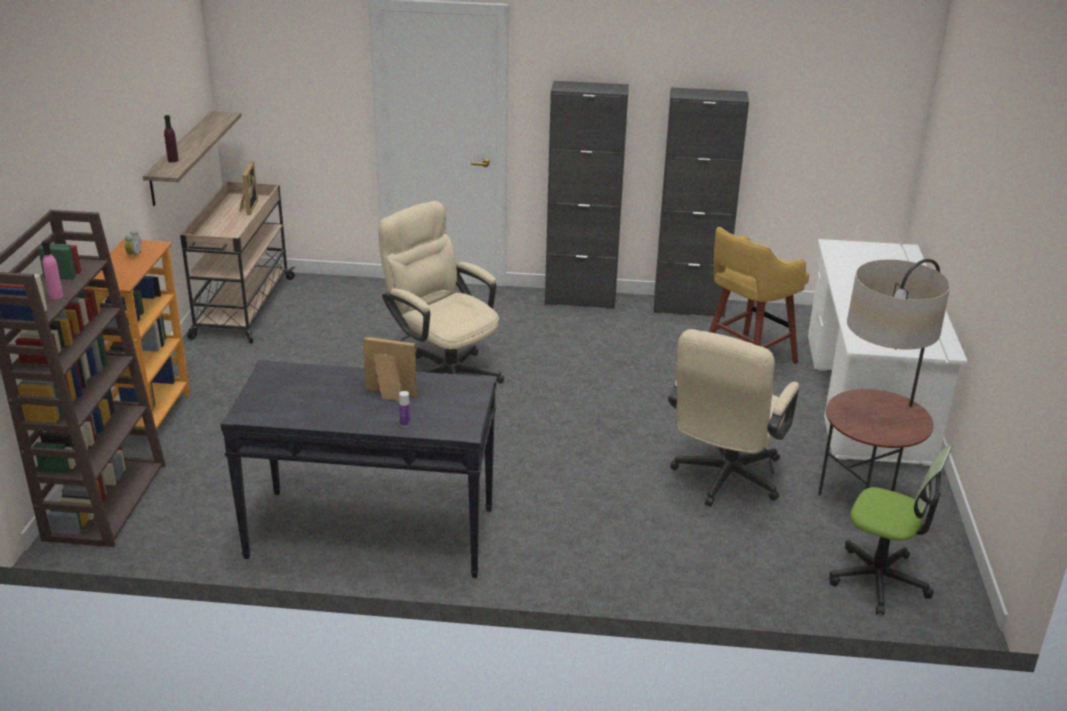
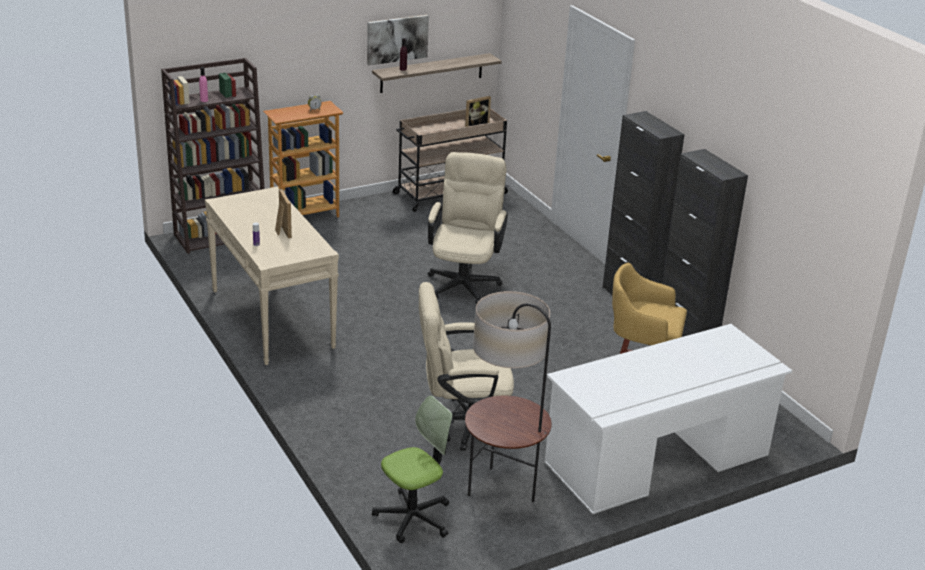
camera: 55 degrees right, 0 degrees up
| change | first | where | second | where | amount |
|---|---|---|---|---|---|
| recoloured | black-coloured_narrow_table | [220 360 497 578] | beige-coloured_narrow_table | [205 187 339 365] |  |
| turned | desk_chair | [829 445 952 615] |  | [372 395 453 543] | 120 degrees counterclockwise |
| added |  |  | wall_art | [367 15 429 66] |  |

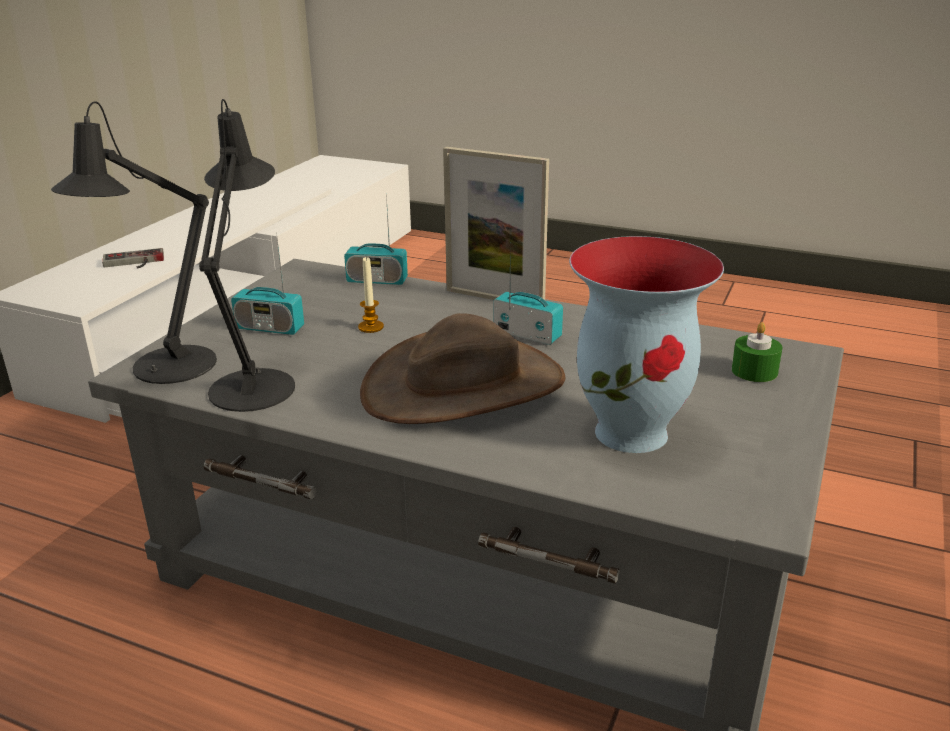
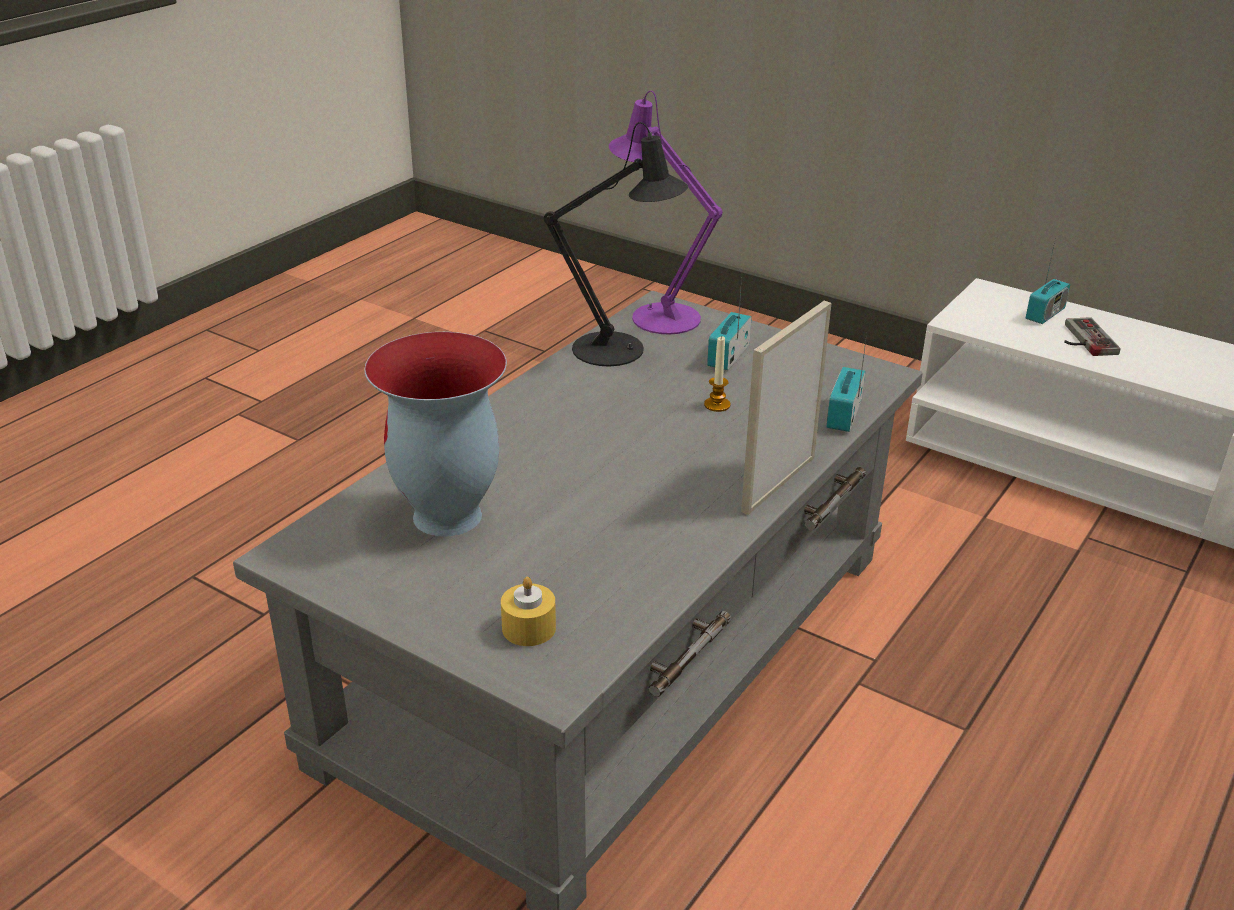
camera: 100 degrees right, 5 degrees up
| change | first | where | second | where | amount |
|---|---|---|---|---|---|
| recoloured | black-coloured_tabletop_lamp | [51 101 217 384] | purplish_tabletop_lamp | [609 91 722 335] |  |
| moved | radio_set | [493 242 563 345] |  | [1026 236 1070 324] |  |
| removed | brownish_clothing_hat | [360 313 566 424] |  |  |  |
| recoloured | green-coloured_wax_light | [732 322 783 382] | yellow-coloured_wax_light | [501 577 556 646] |  |

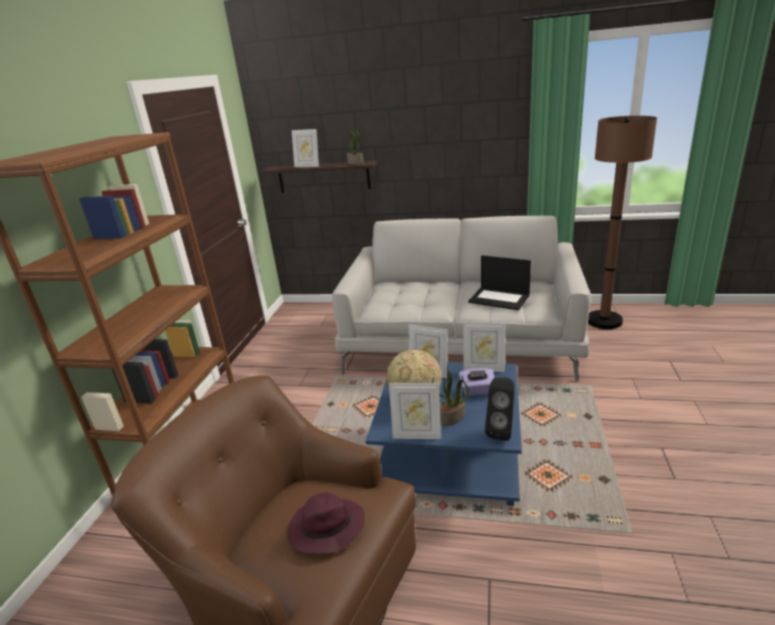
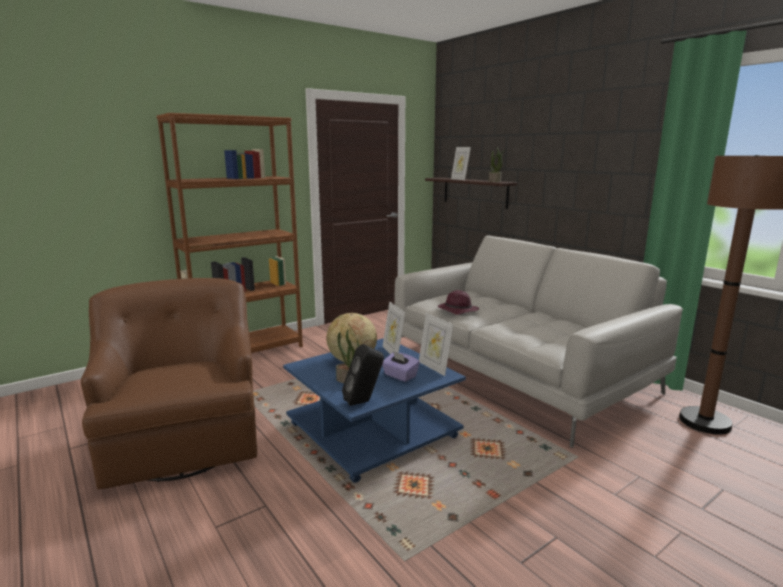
camera: 40 degrees right, 10 degrees down
| change | first | where | second | where | amount |
|---|---|---|---|---|---|
| removed | notebook_computer | [468 255 531 310] |  |  |  |
| removed | standing_frame | [389 383 441 439] |  |  |  |
| moved | purplish_clothing_hat | [287 492 365 554] |  | [437 290 479 315] |  |

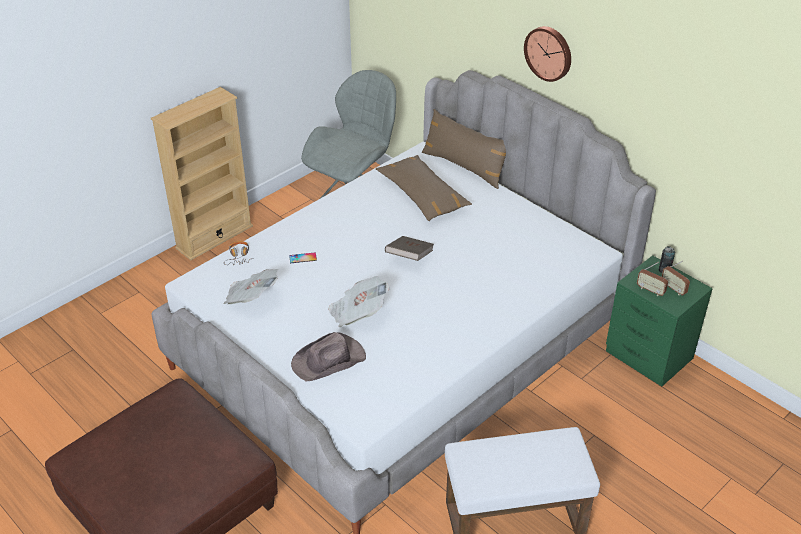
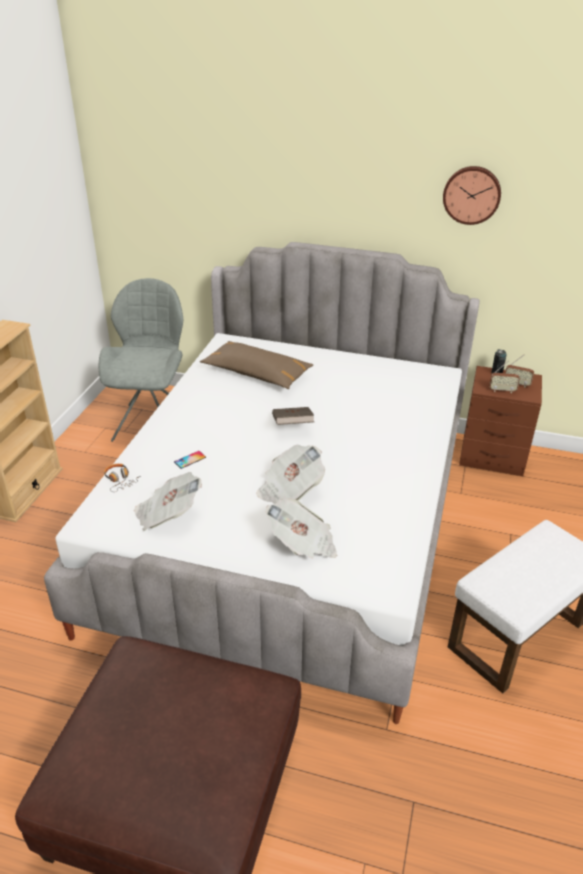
camera: 30 degrees left, 5 degrees down
| change | first | where | second | where | amount |
|---|---|---|---|---|---|
| moved | hanging_clock | [524 26 571 82] |  | [443 166 501 225] |  |
| removed | brownish_pillow | [422 109 506 189] |  |  |  |
| recoloured | green-coloured_nightstand | [606 255 713 387] | brownish_nightstand | [459 366 542 476] |  |
| replaced | brownish_clothing_hat | [291 332 366 381] | newspaper | [266 499 338 558] |  |

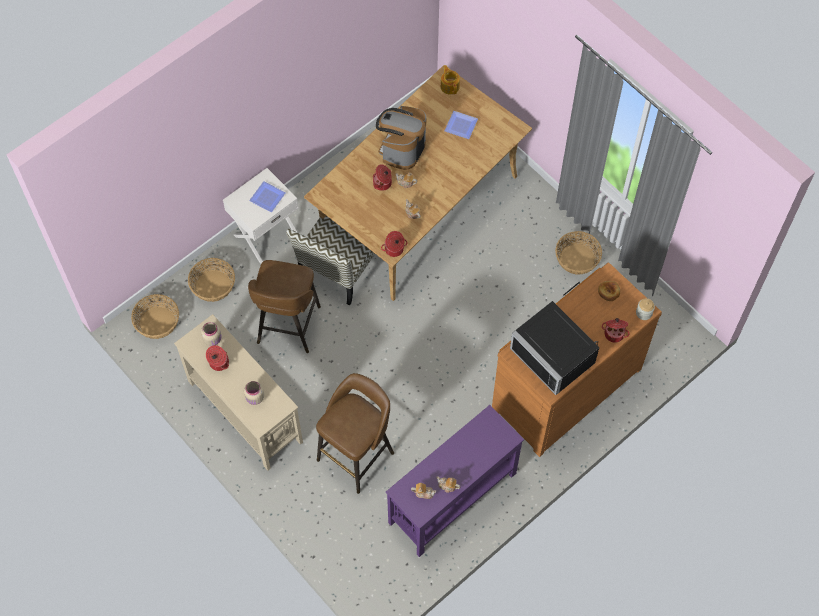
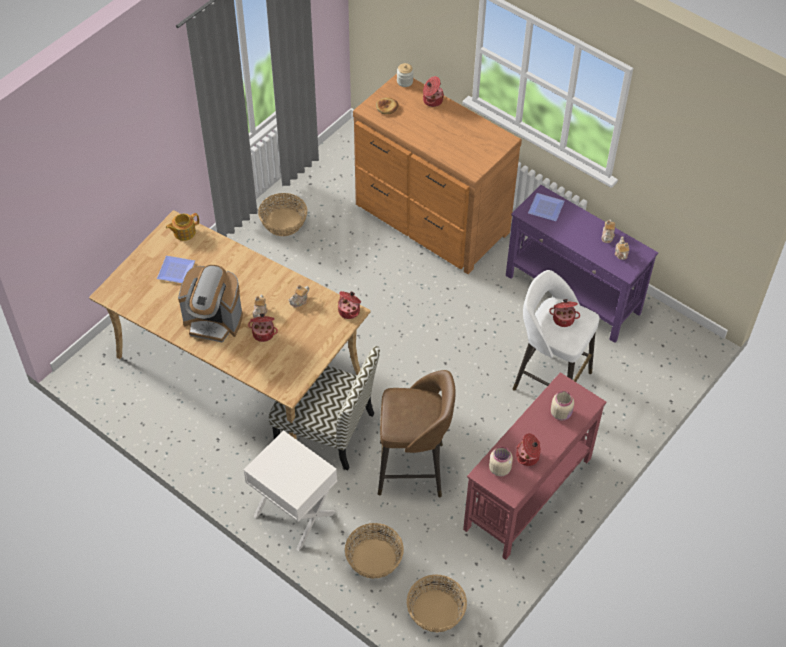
camera: 100 degrees left, 10 degrees down
| change | first | where | second | where | amount |
|---|---|---|---|---|---|
| moved | pot_for_tea | [441 65 460 94] |  | [166 213 199 241] |  |
| moved | dinner_plate | [249 181 286 212] |  | [528 193 564 221] |  |
| removed | black-coloured_kitchen_microwave | [510 301 599 395] |  |  |  |
| recoloured | beige-coloured_narrow_table | [174 314 303 470] | red-coloured_narrow_table | [463 372 606 560] |  |
| recoloured | brownish_sitting_stool | [316 373 394 494] | whitish_sitting_stool | [513 270 599 391] |  |
| added |  |  | saucepot | [549 299 580 327] |  |

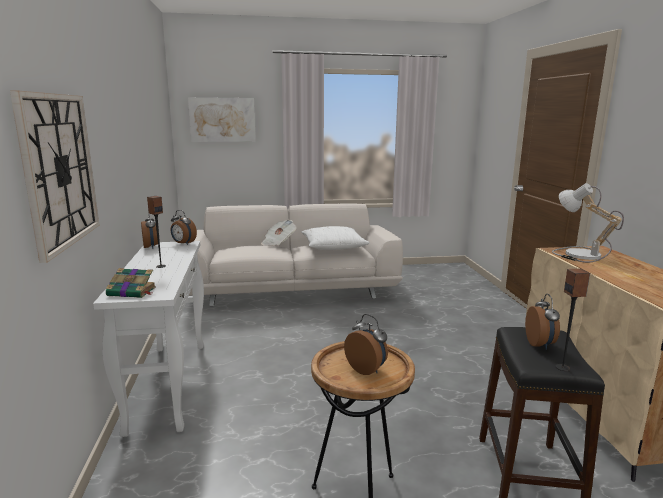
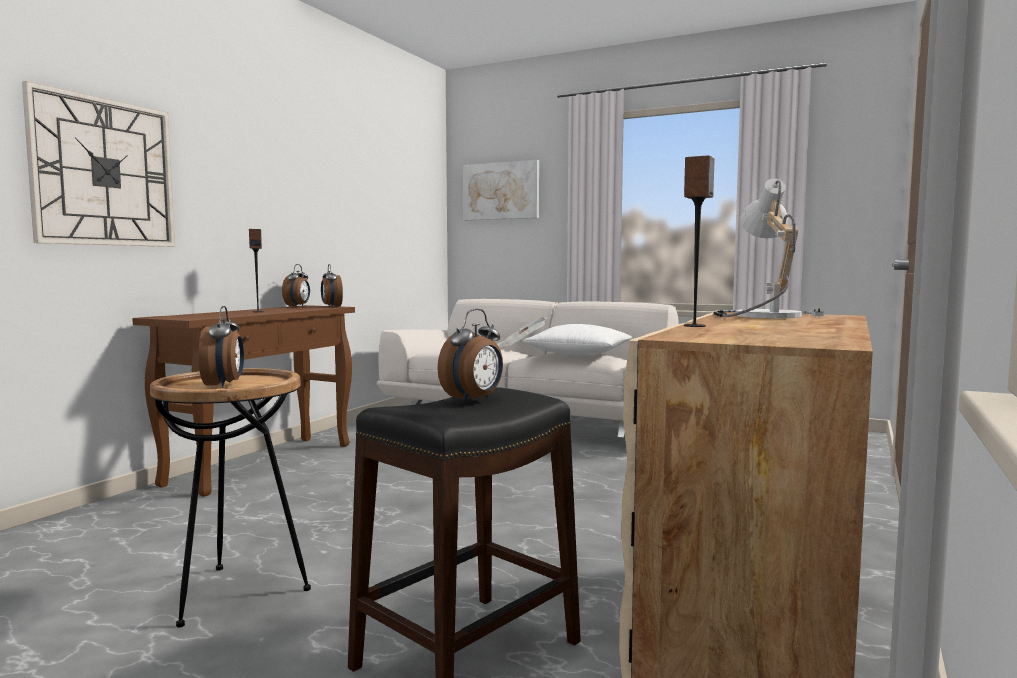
camera: 35 degrees right, 10 degrees down
| change | first | where | second | where | amount |
|---|---|---|---|---|---|
| recoloured | whitish_narrow_table | [93 241 204 437] | brownish_narrow_table | [132 305 355 497] |  |
| removed | book | [106 268 156 298] |  |  |  |
| moved | loudspeaker | [556 269 590 371] |  | [684 155 715 327] |  |

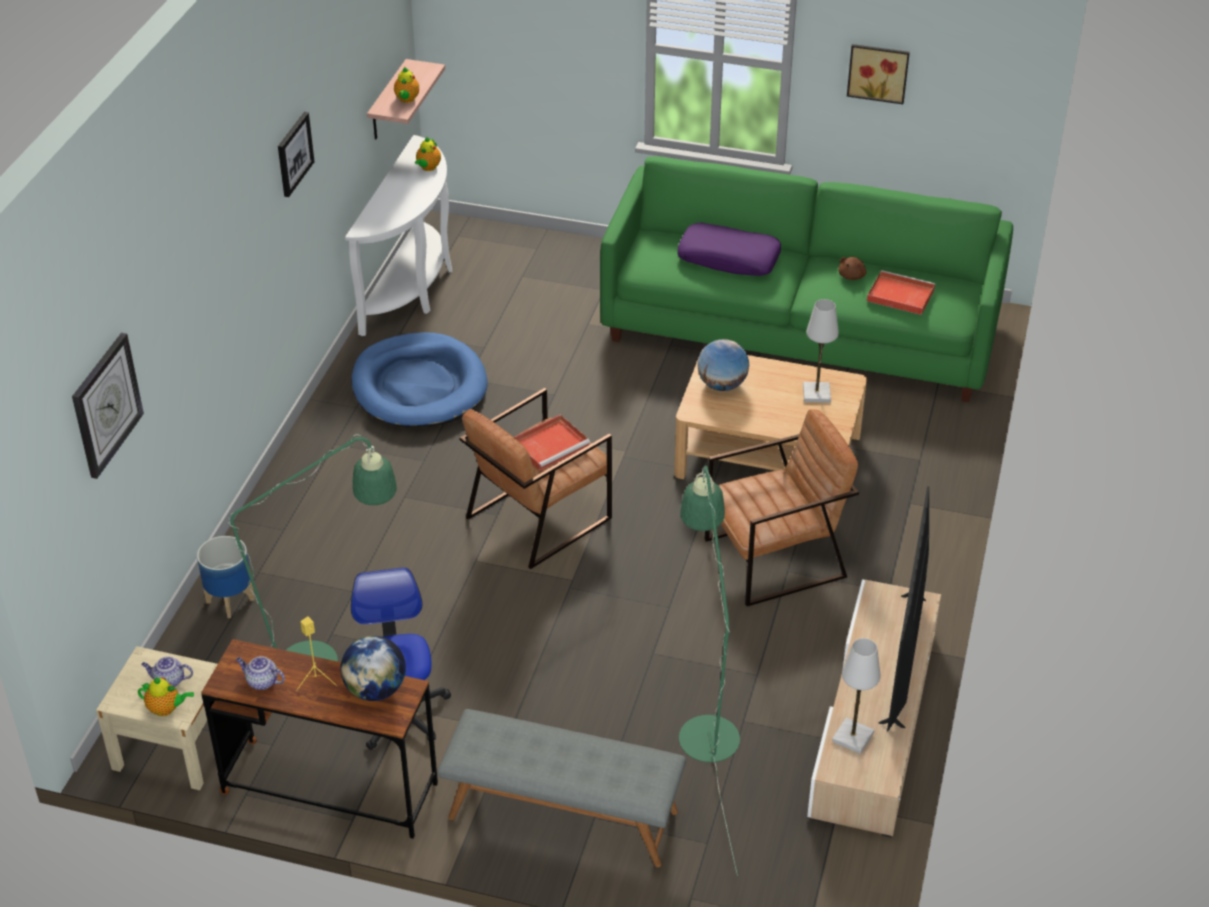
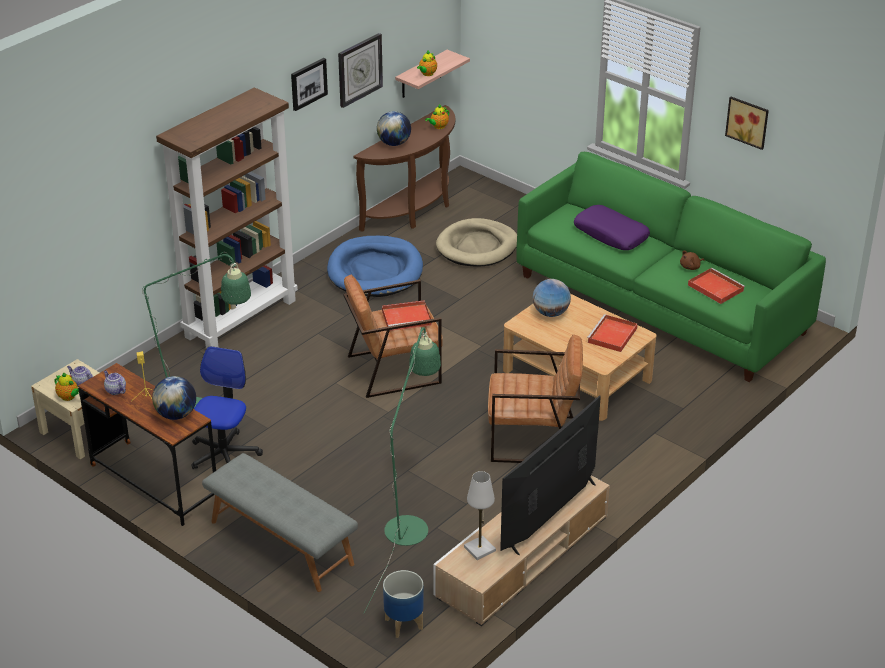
camera: 25 degrees right, 5 degrees down
| change | first | where | second | where | amount |
|---|---|---|---|---|---|
| recoloured | whitish_narrow_table | [345 135 452 336] | brownish_narrow_table | [353 105 455 232] |  |
| replaced | whitish_tabletop_lamp | [803 299 839 403] | red-coloured_tray | [587 314 638 352] |  |
| moved | hanging_clock | [72 333 144 479] |  | [338 33 383 108] |  |
| moved | plant_pot | [197 536 255 618] |  | [383 570 424 638] |  |
| added |  |  | brownish_bookshelf | [156 88 298 349] |  |
| added |  |  | desk_globe | [377 111 411 146] |  |
| added |  |  | beige-coloured_dog_bed | [436 218 517 267] |  |

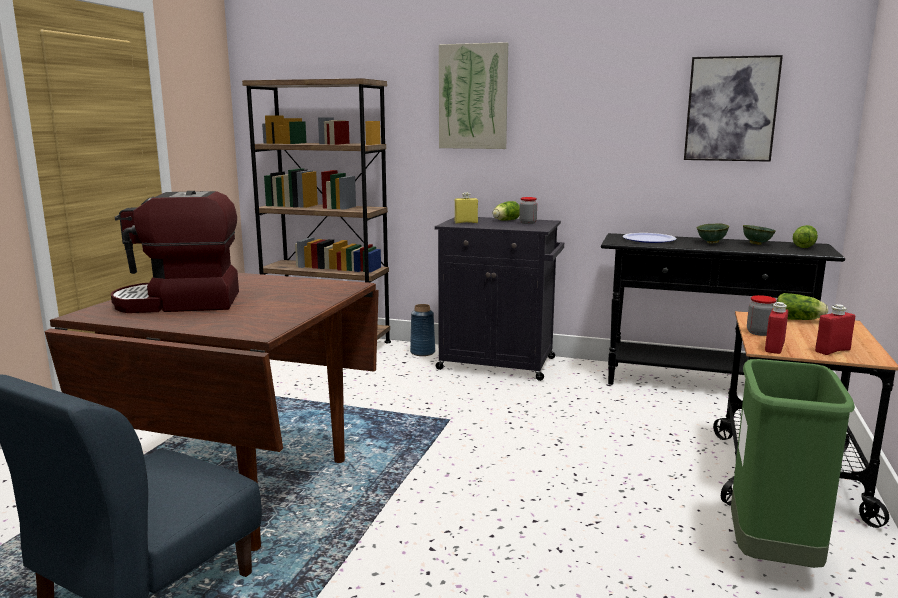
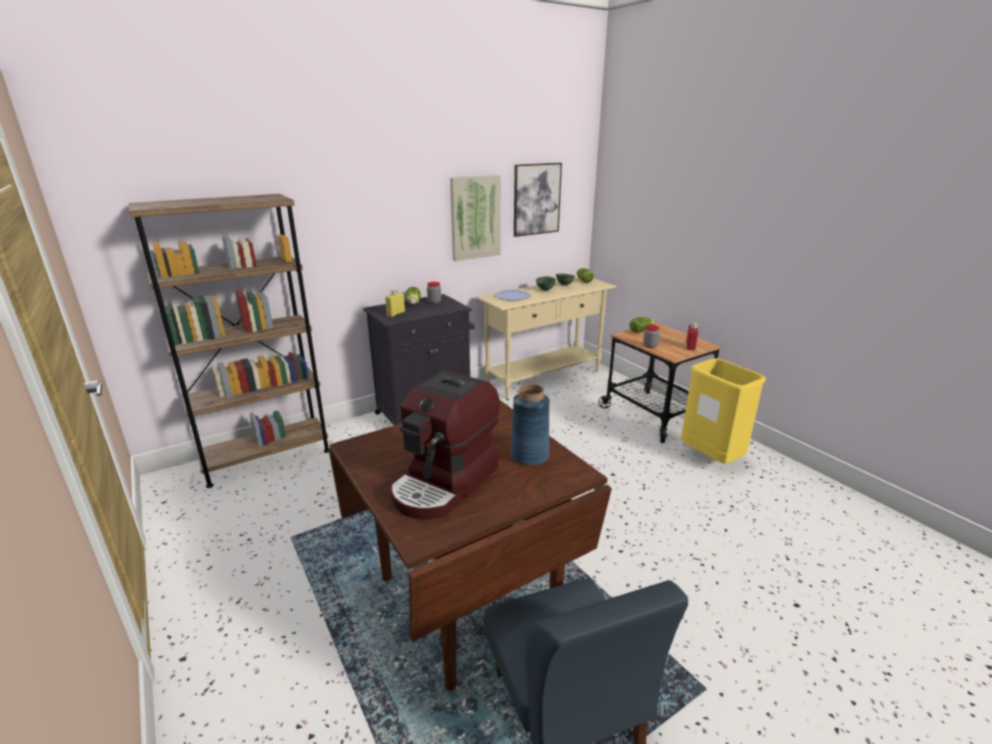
camera: 50 degrees left, 10 degrees up
| change | first | where | second | where | amount |
|---|---|---|---|---|---|
| moved | wall_art | [439 42 508 149] |  | [450 175 501 261] |  |
| recoloured | black-coloured_narrow_table | [601 233 845 385] | beige-coloured_narrow_table | [476 278 616 399] |  |
| removed | red-coloured_drink_bottle | [765 302 788 354] |  |  |  |
| moved | blue-coloured_decorative_vase | [410 304 435 356] |  | [511 384 550 466] |  |
| recoloured | green-coloured_rubbish_bin | [731 359 855 568] | yellow-coloured_rubbish_bin | [681 358 766 464] |  |

